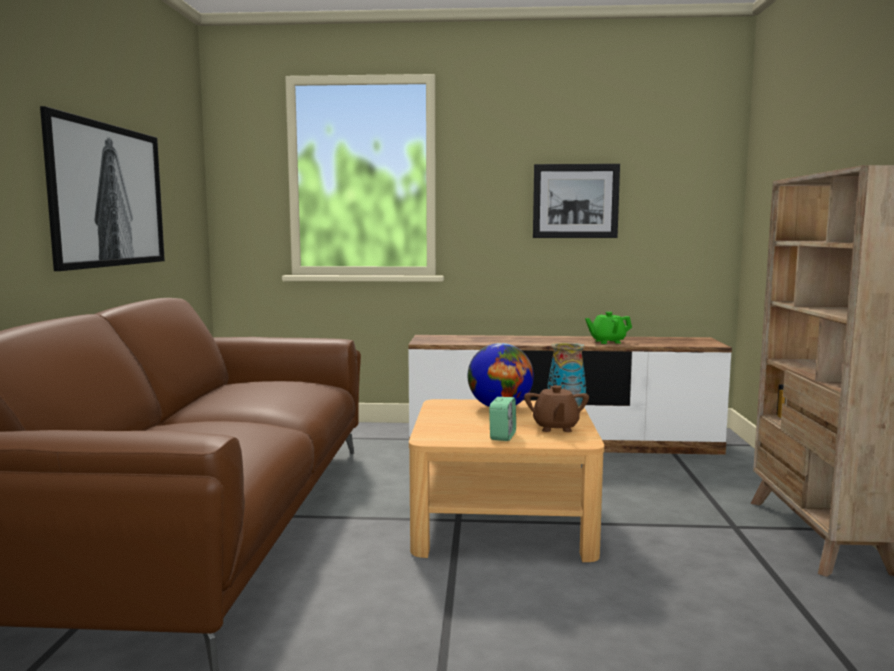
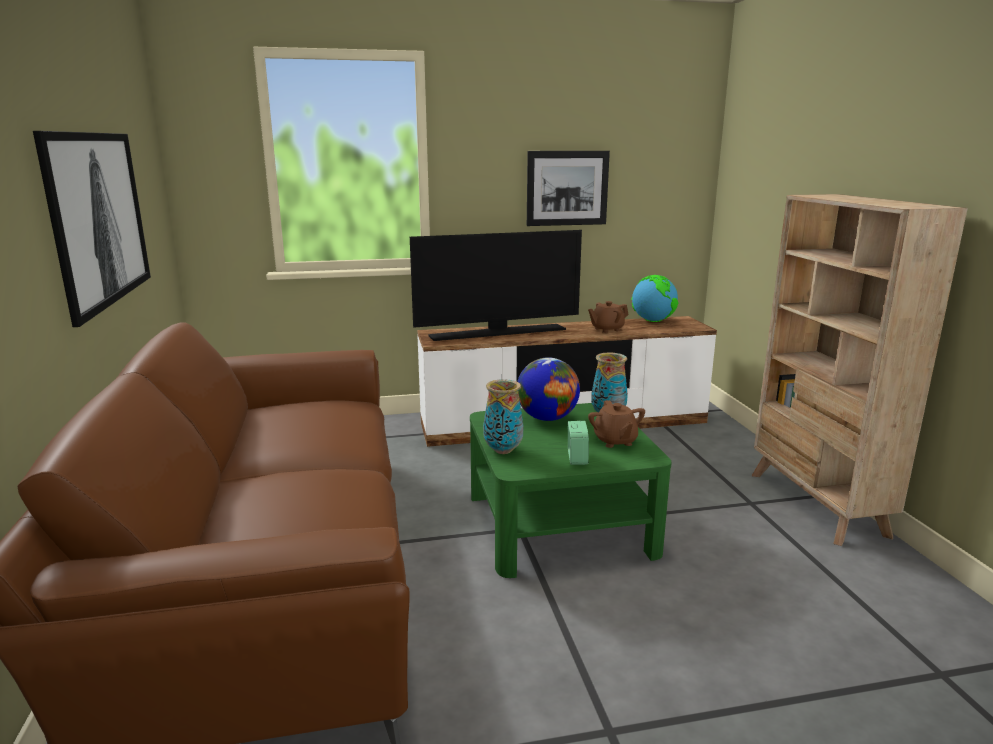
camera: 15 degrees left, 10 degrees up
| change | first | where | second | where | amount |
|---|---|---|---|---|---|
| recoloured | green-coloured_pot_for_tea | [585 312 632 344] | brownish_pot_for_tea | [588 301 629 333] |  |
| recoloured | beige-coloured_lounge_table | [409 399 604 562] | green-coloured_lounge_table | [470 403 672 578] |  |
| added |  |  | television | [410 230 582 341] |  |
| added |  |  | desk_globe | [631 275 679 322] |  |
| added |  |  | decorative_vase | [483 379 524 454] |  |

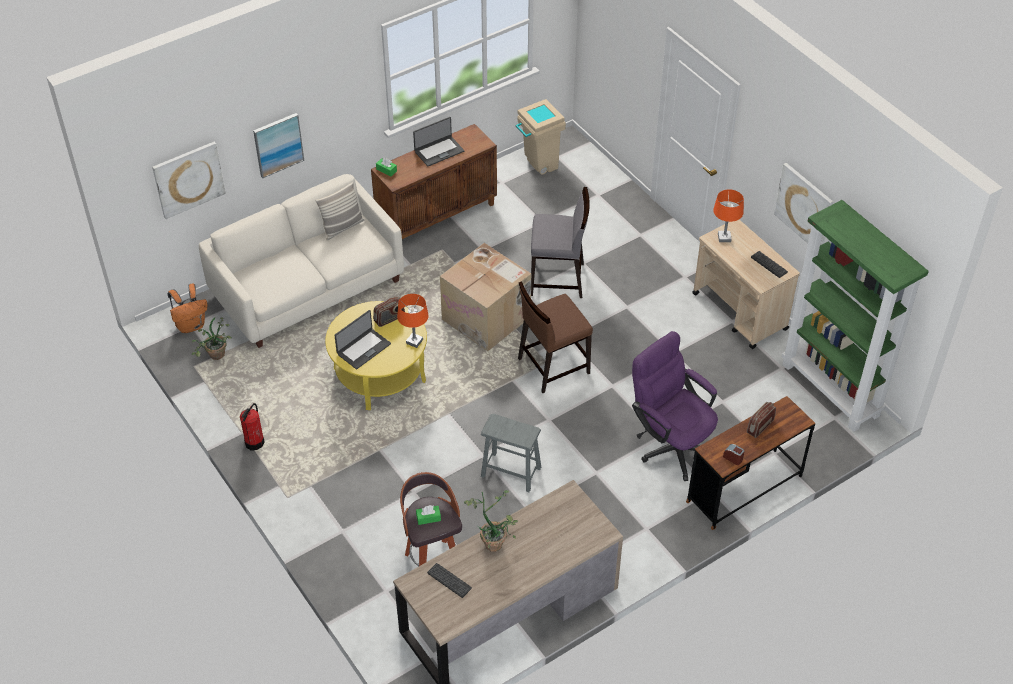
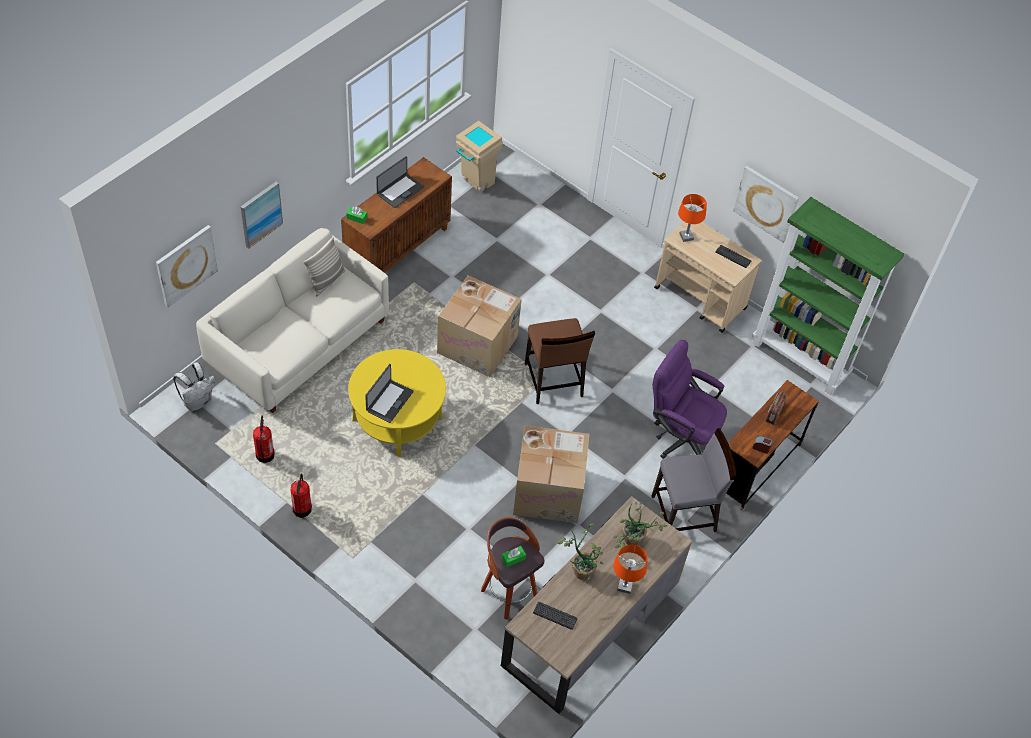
camera: 20 degrees left, 5 degrees up
| change | first | where | second | where | amount |
|---|---|---|---|---|---|
| moved | grey_plain_chair | [531 187 590 298] |  | [651 428 737 532] |  |
| turned | brownish_plain_chair | [518 281 593 393] |  | [525 318 595 404] | 60 degrees counterclockwise |
| recoloured | orangey_rucksack | [167 284 207 333] | whitish_rucksack | [173 362 215 411] |  |
| moved | orangey_tabletop_lamp | [397 294 428 348] |  | [614 545 648 594] |  |
| removed | radio_set | [373 297 405 327] |  |  |  |
| moved | plant_in_a_pot | [192 317 232 360] |  | [613 502 667 548] |  |
| replaced | grey_sitting_stool | [481 414 541 492] | packing_box | [513 426 589 523] |  |
| added |  |  | fire-fighting_cylinder | [253 416 275 463] |  |

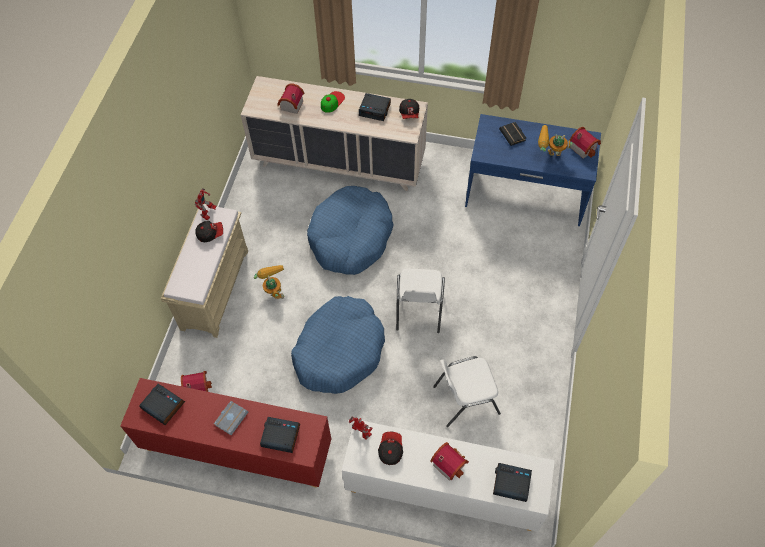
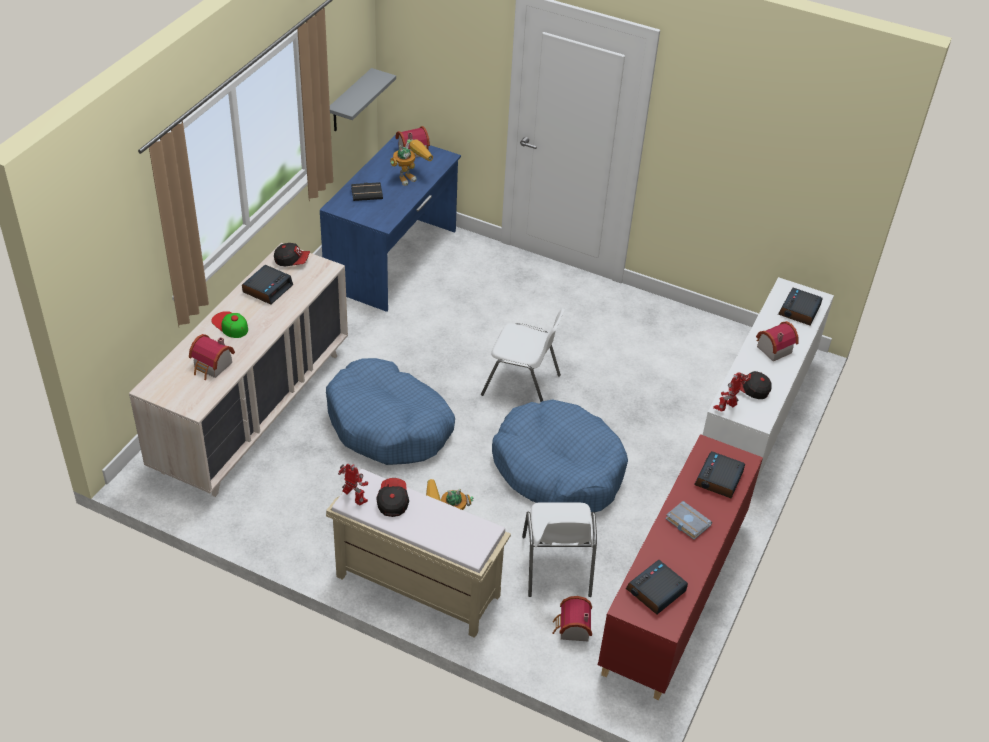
camera: 80 degrees left, 15 degrees down
| change | first | where | second | where | amount |
|---|---|---|---|---|---|
| turned | robot_figure | [538 125 573 156] |  | [390 139 433 186] | 150 degrees counterclockwise |
| moved | whitish_plain_chair | [433 356 501 427] |  | [522 502 597 597] |  |
| added |  |  | grey_shelf | [330 68 396 131] |  |

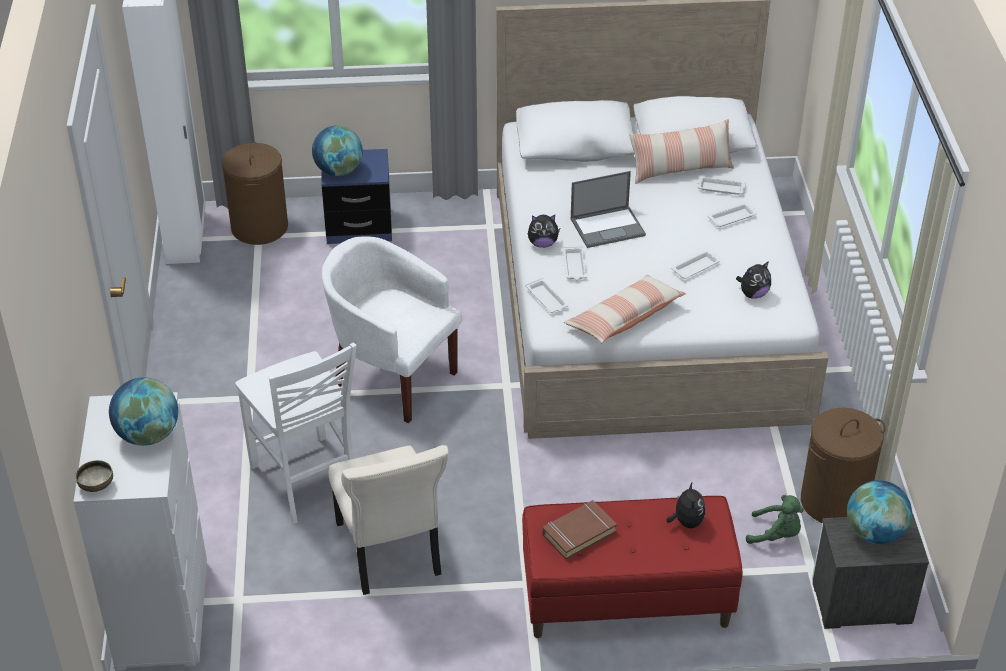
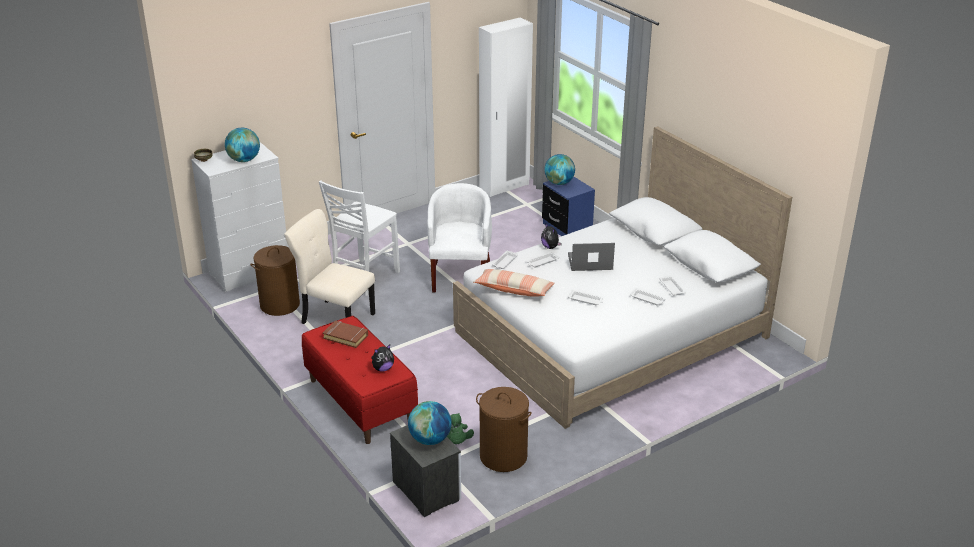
camera: 60 degrees right, 10 degrees down
| change | first | where | second | where | amount |
|---|---|---|---|---|---|
| removed | pillow | [629 119 734 184] |  |  |  |
| moved | brownish_laundry_basket | [222 142 288 245] |  | [250 245 300 316] |  |
| turned | notebook_computer | [571 171 646 248] |  | [568 243 615 271] | 135 degrees clockwise |
| removed | plush_toy | [736 261 771 299] |  |  |  |
| turned | beige-coloured_plain_chair | [328 445 448 595] |  | [284 209 375 324] | 75 degrees clockwise |

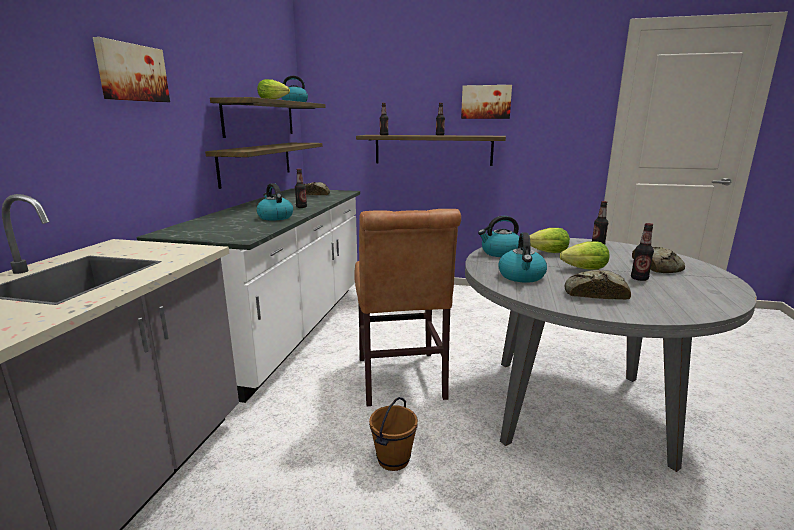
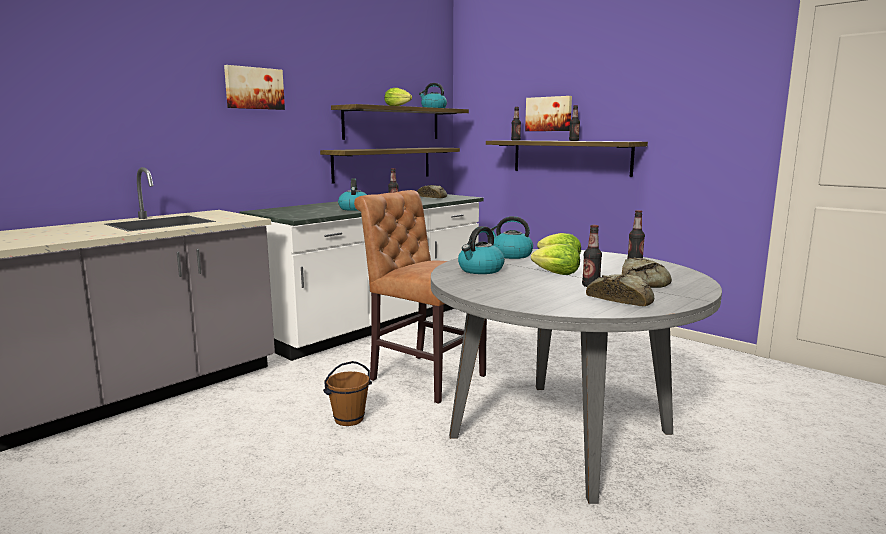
camera: 30 degrees right, 5 degrees down
| change | first | where | second | where | amount |
|---|---|---|---|---|---|
| moved | wall_art | [461 85 512 119] |  | [525 96 572 131] |  |
| turned | brownish_plain_chair | [354 209 461 406] |  | [354 190 487 404] | 105 degrees clockwise |
| moved | bread | [565 270 631 300] |  | [586 274 654 306] |  |

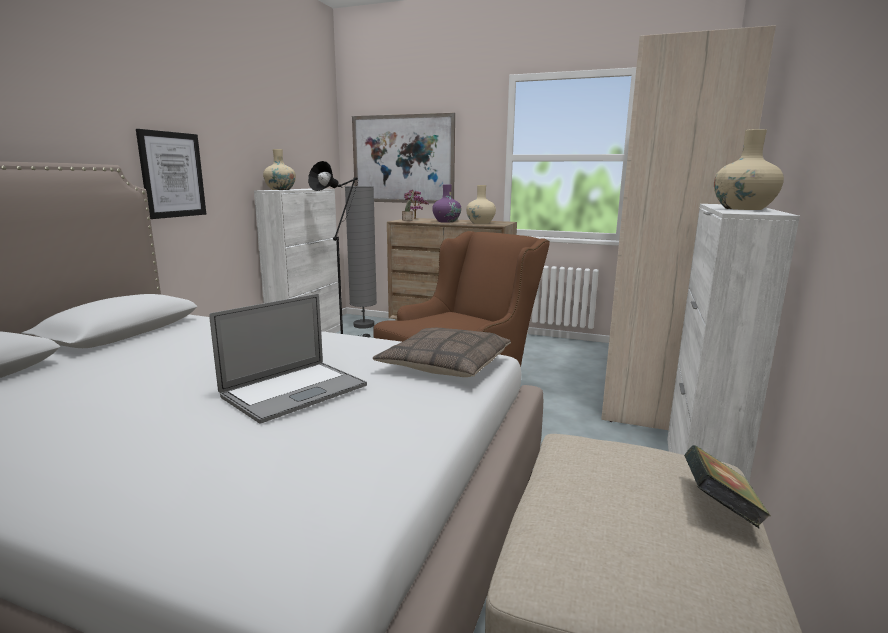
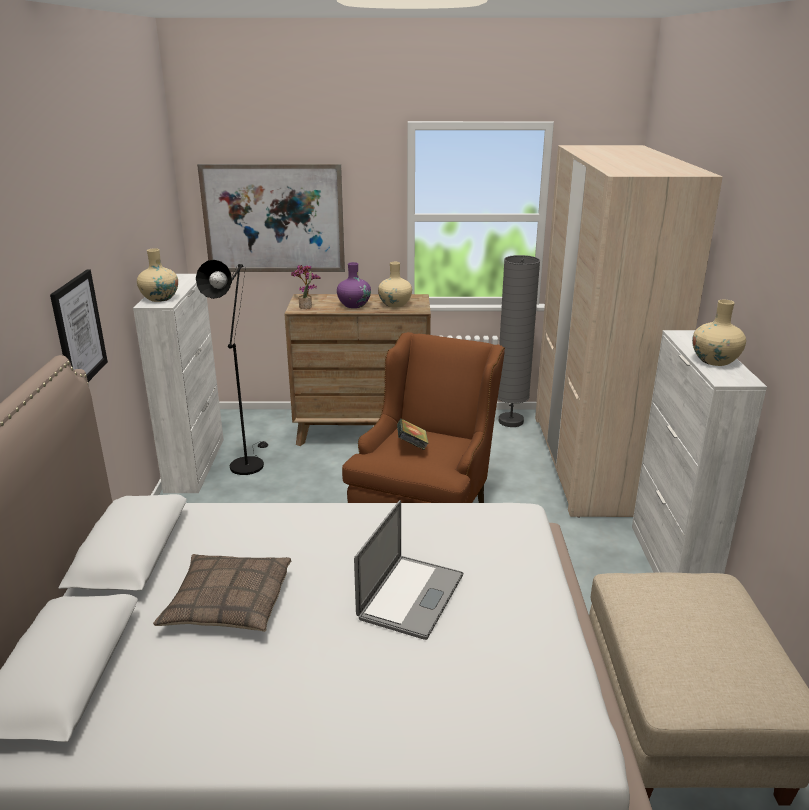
camera: 20 degrees left, 10 degrees up
| change | first | where | second | where | amount |
|---|---|---|---|---|---|
| moved | grey_standard_lamp | [345 186 377 329] |  | [498 255 540 427] |  |
| moved | pillow | [373 328 511 377] |  | [153 554 291 632] |  |
| moved | book | [684 445 771 528] |  | [397 419 429 450] |  |

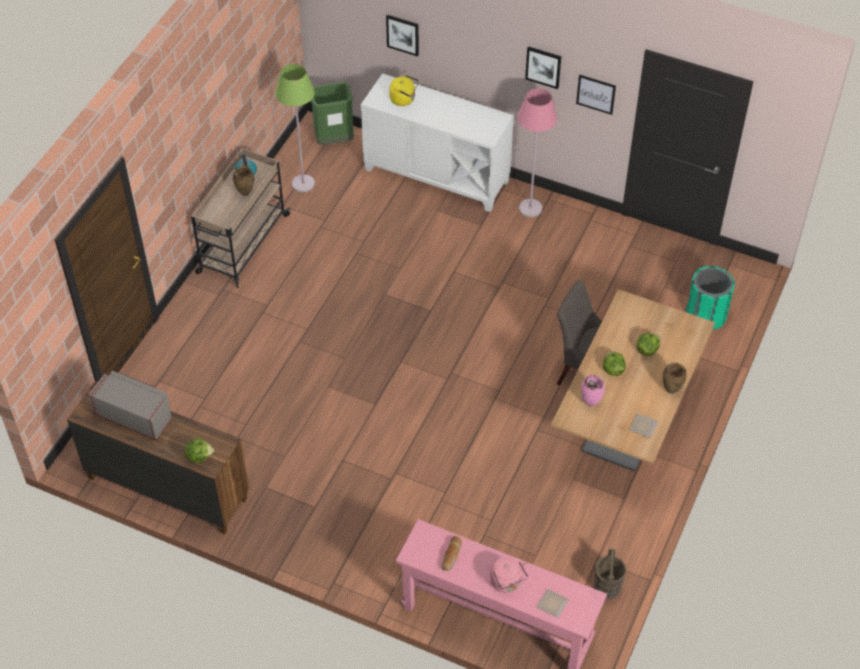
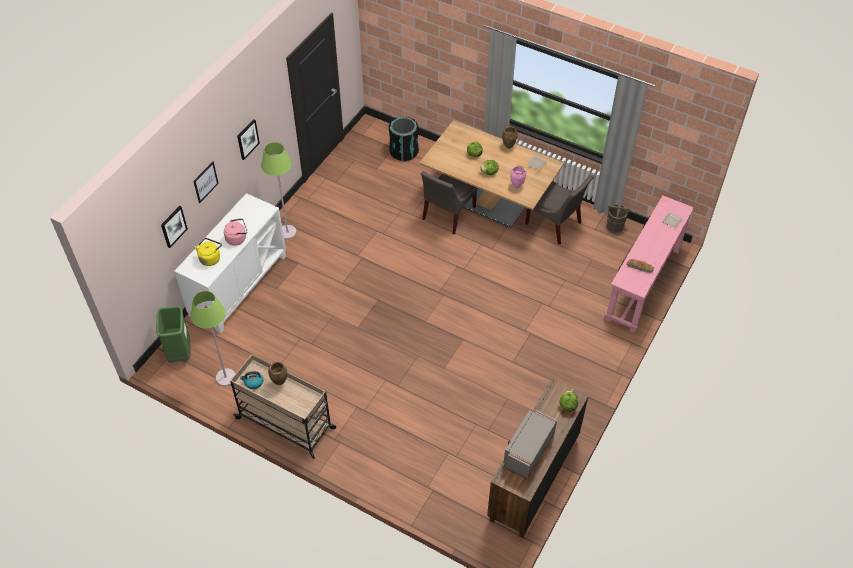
camera: 85 degrees left, 0 degrees up
| change | first | where | second | where | amount |
|---|---|---|---|---|---|
| moved | wall_art | [576 74 616 115] |  | [193 162 219 203] |  |
| recoloured | pink-coloured_standard_lamp | [517 88 557 217] | green-coloured_standard_lamp | [261 142 296 239] |  |
| recoloured | green-coloured_rubbish_bin | [685 266 735 330] | black-coloured_rubbish_bin | [389 116 419 161] |  |
| moved | pink-coloured_tea_kettle | [490 556 528 593] |  | [224 219 247 245] |  |
| added |  |  | grey_plain_chair | [525 175 594 245] |  |

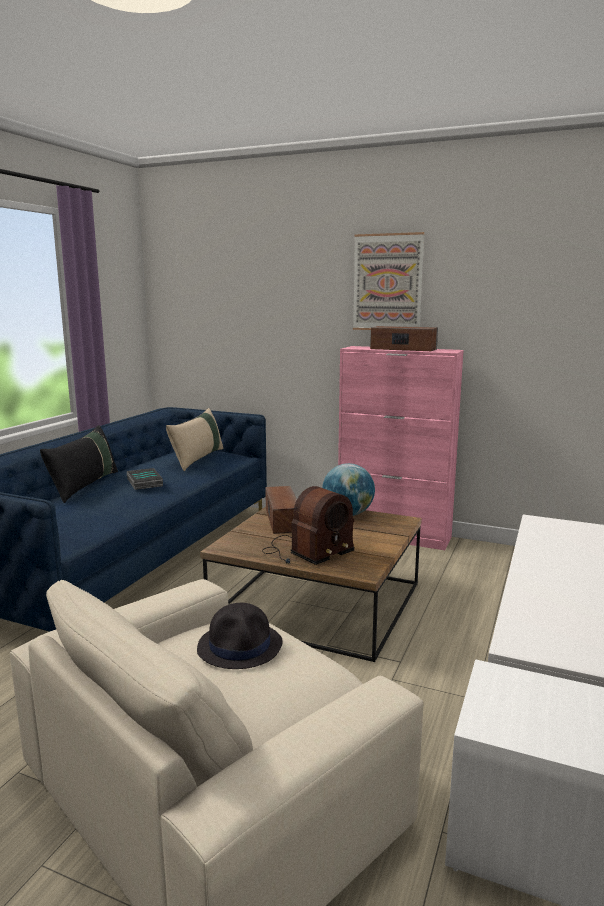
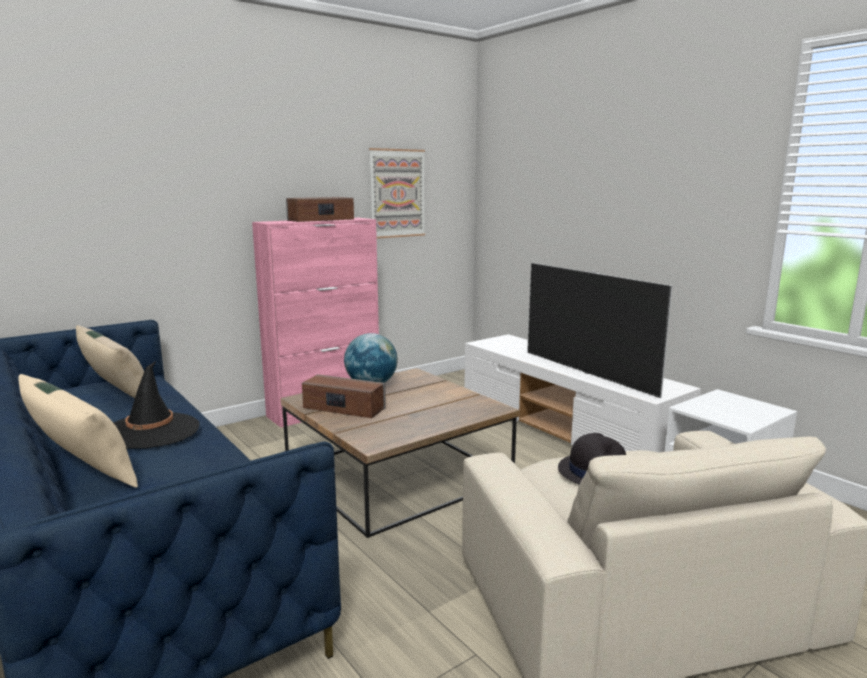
camera: 60 degrees left, 0 degrees up
| change | first | where | second | where | amount |
|---|---|---|---|---|---|
| moved | wall_art | [353 232 425 330] |  | [369 148 425 239] |  |
| recoloured | black-coloured_pillow | [40 425 118 503] | beige-coloured_pillow | [18 374 138 488] |  |
| replaced | book | [127 468 163 490] | black-coloured_clothing_hat | [113 361 200 449] |  |
| removed | radio_set | [262 486 355 565] |  |  |  |
| added |  |  | television | [527 263 673 398] |  |

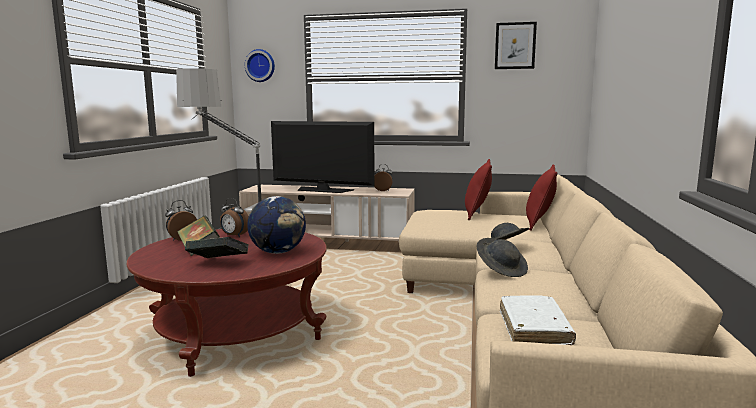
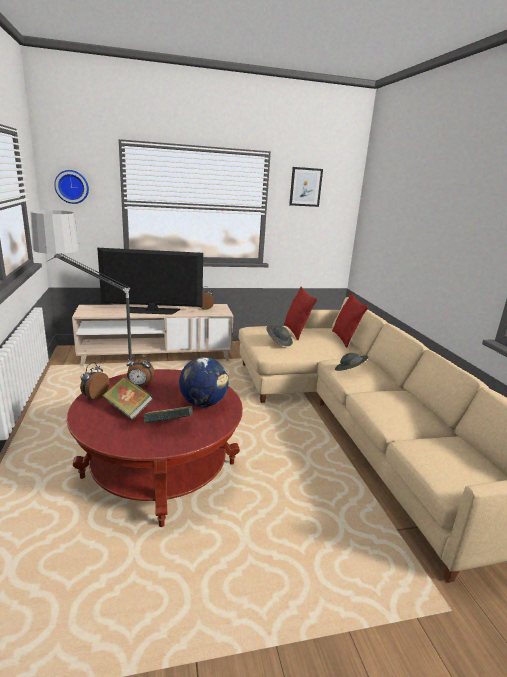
camera: 25 degrees left, 10 degrees up
| change | first | where | second | where | amount |
|---|---|---|---|---|---|
| moved | grey_clothing_hat | [477 238 528 277] |  | [266 324 293 346] |  |
| removed | whitish_book | [500 296 576 345] |  |  |  |

